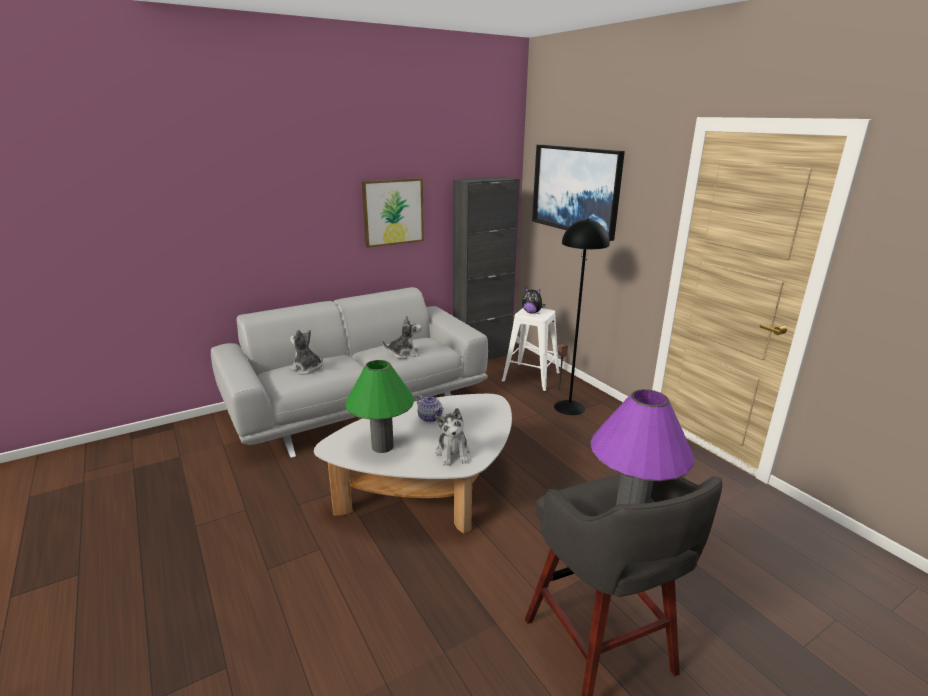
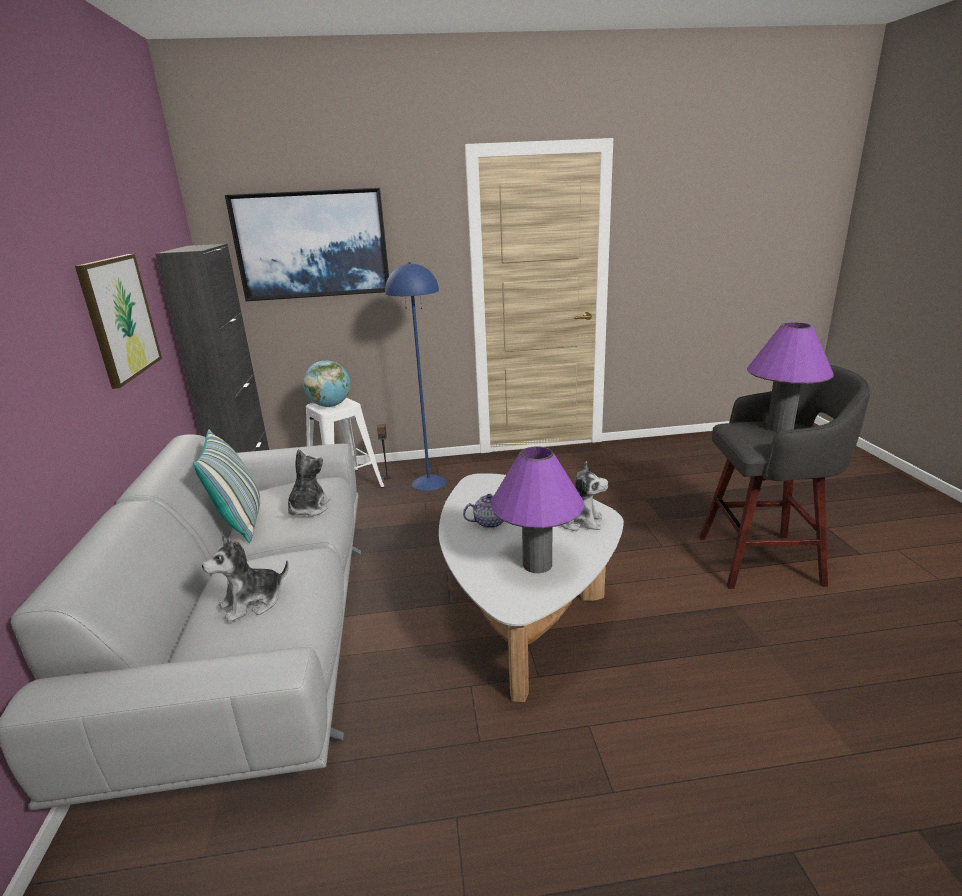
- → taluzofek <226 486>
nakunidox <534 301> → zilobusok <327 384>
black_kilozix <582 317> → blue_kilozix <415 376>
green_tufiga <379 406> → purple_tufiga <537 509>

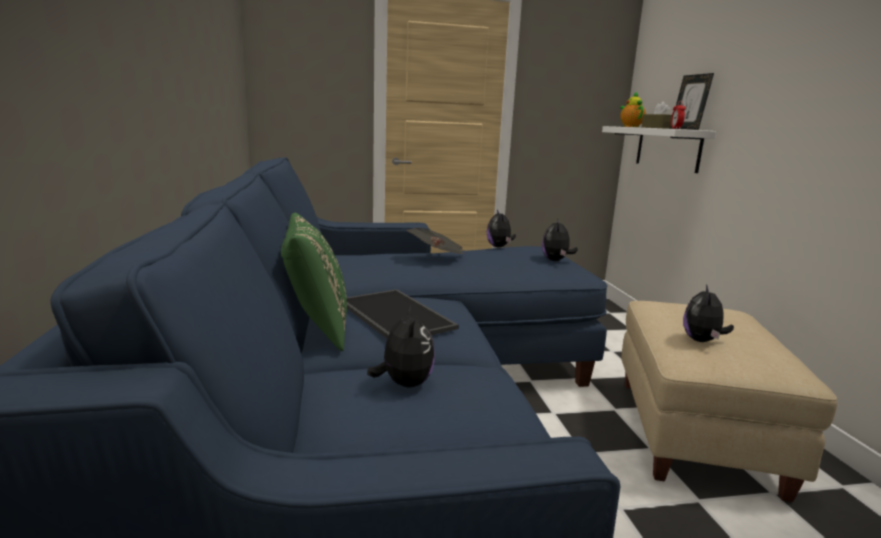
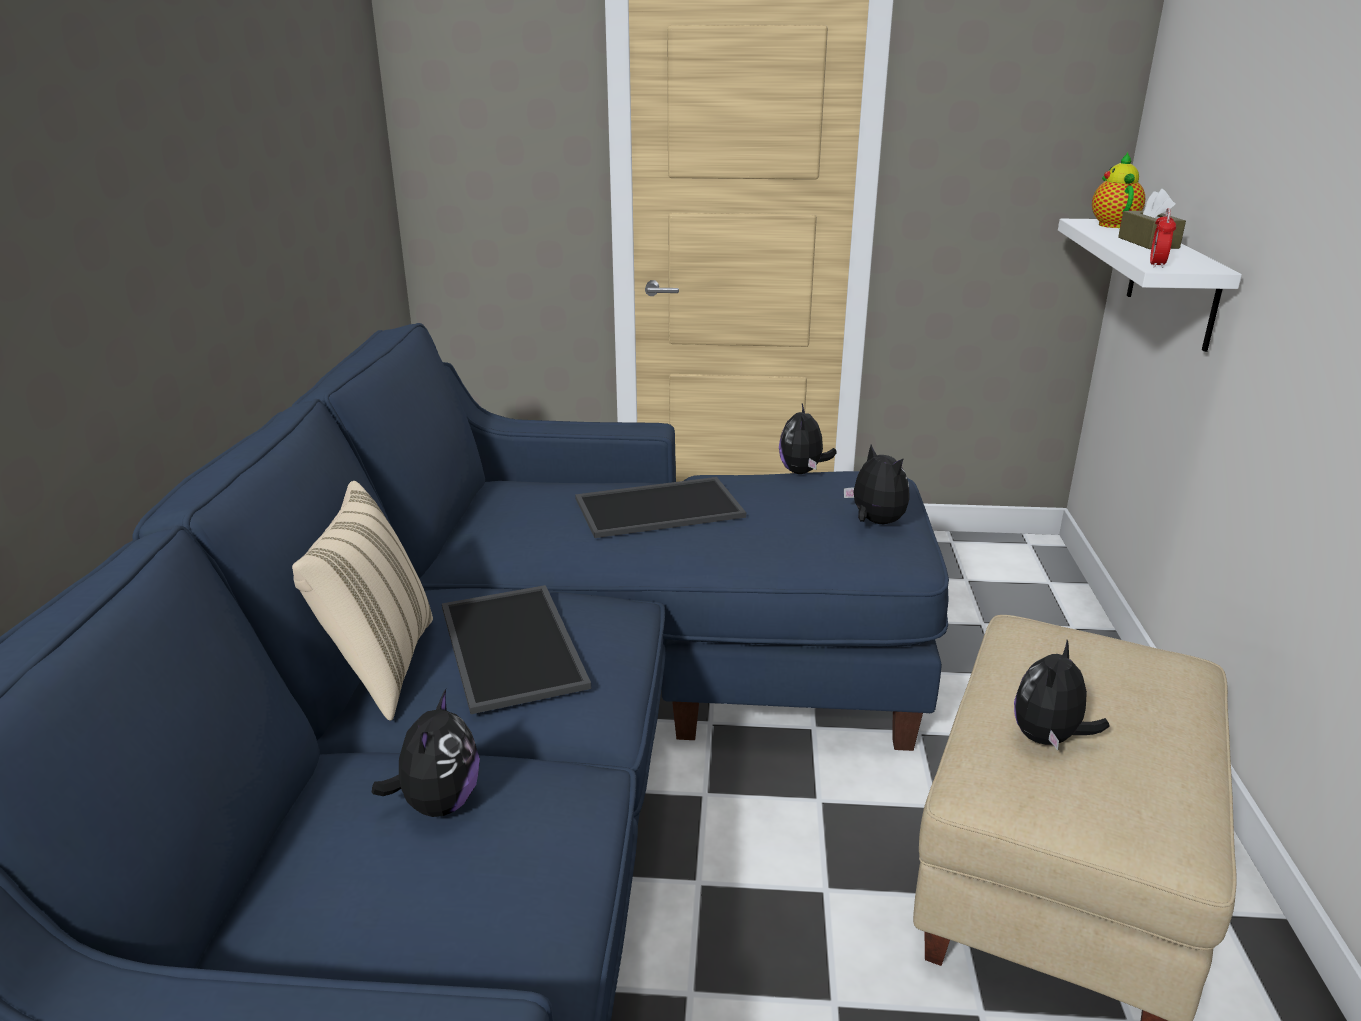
green_taluzofek <314 282> → beige_taluzofek <362 601>
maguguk <435 241> → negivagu <660 507>
nakunidox <560 239> → nakunidox <877 484>, 120 degrees clockwise
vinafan <692 101> → -

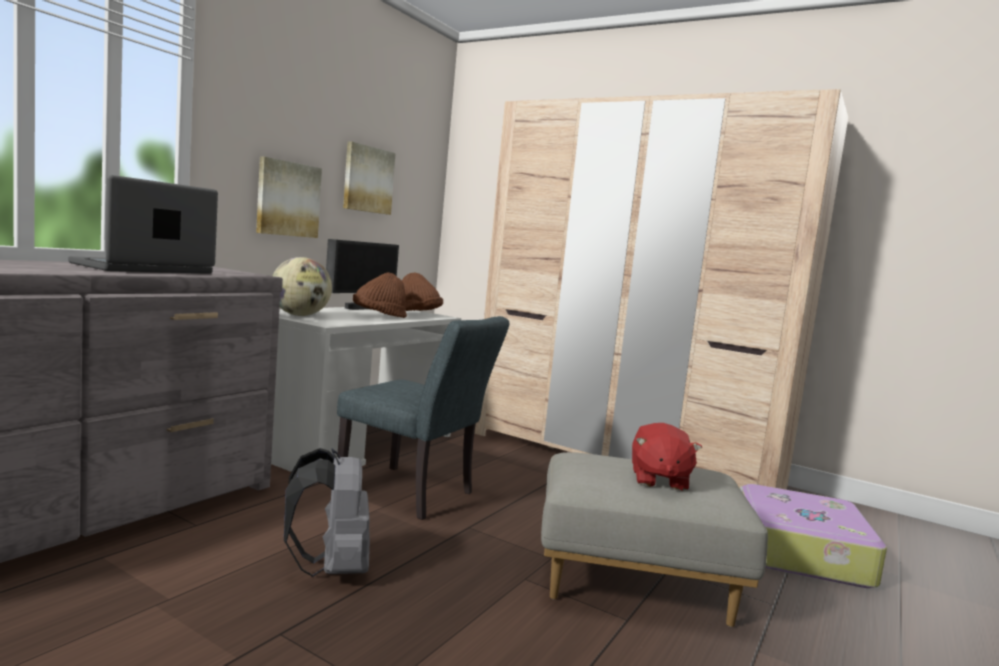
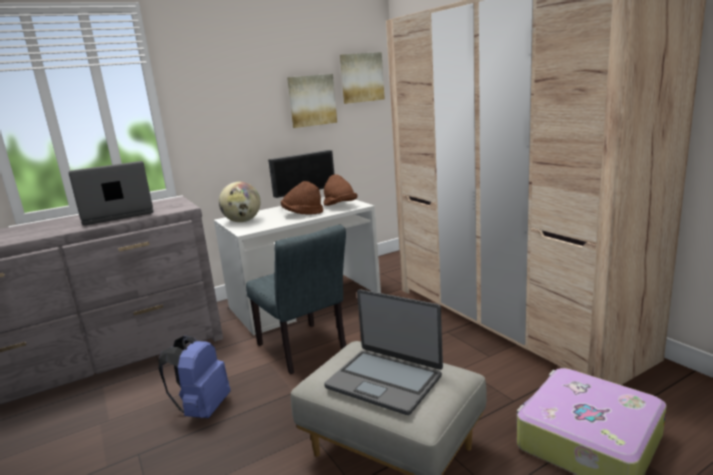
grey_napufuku <327 512> → blue_napufuku <194 377>
red_nakunidox <667 457> → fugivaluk <383 352>
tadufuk <289 197> → tadufuk <362 78>, relocated

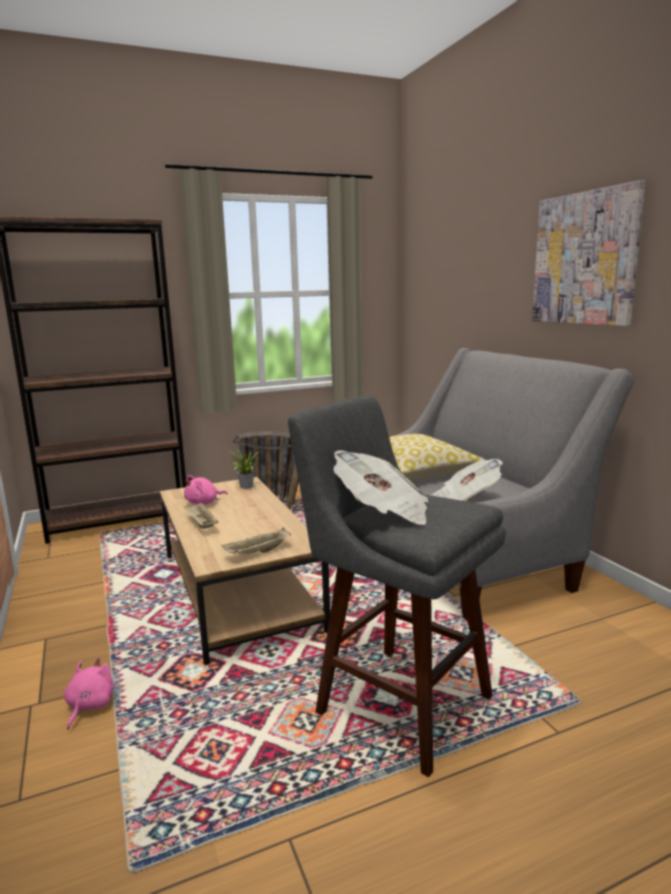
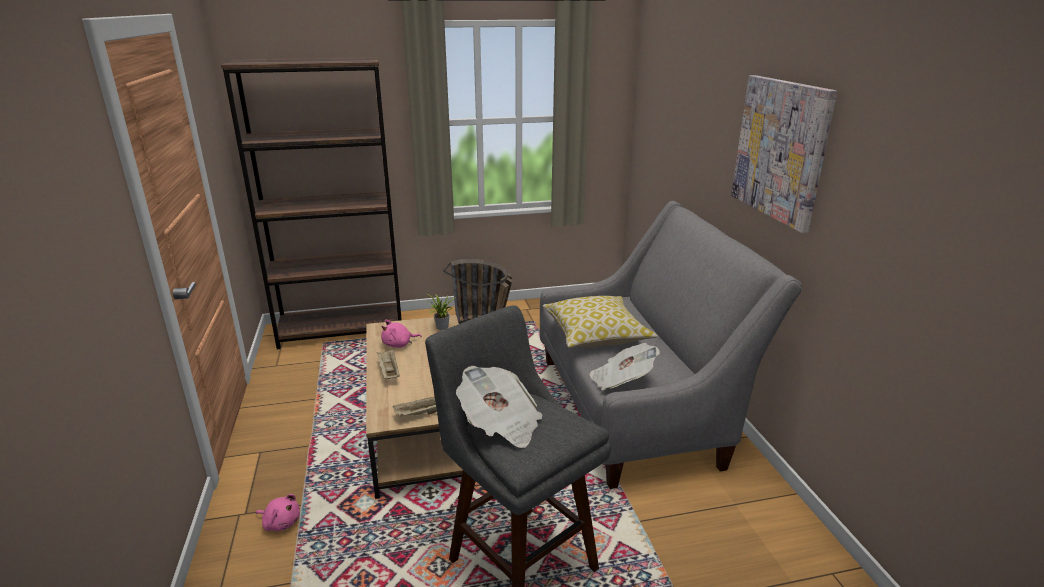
pink_nakunidox <89 694> → pink_nakunidox <278 512>, 90 degrees clockwise

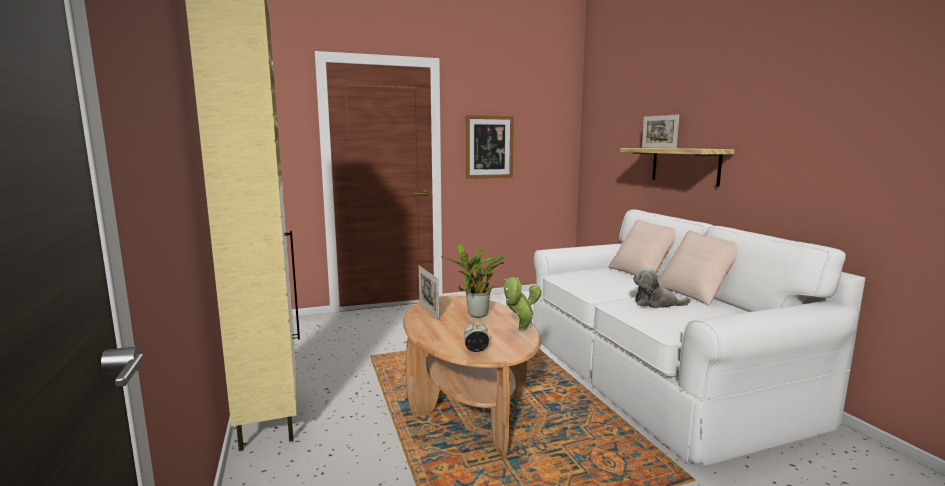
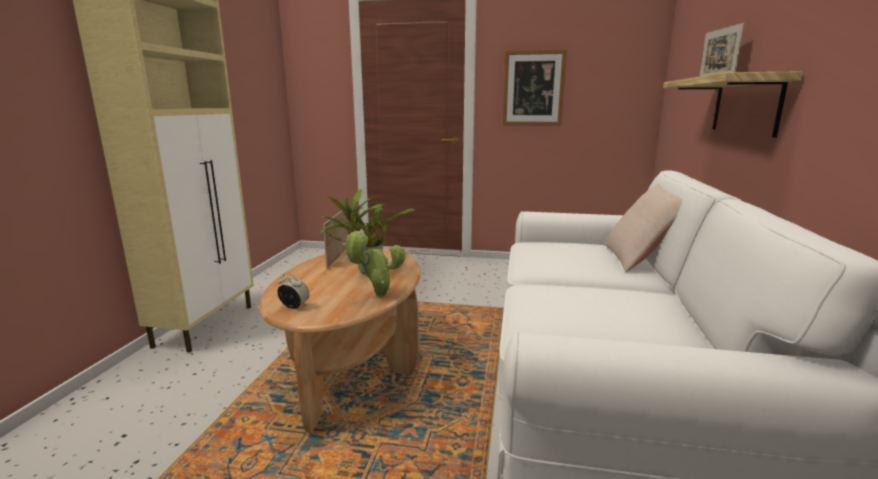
nakunidox <662 288> → -
beige_taluzofek <697 268> → -

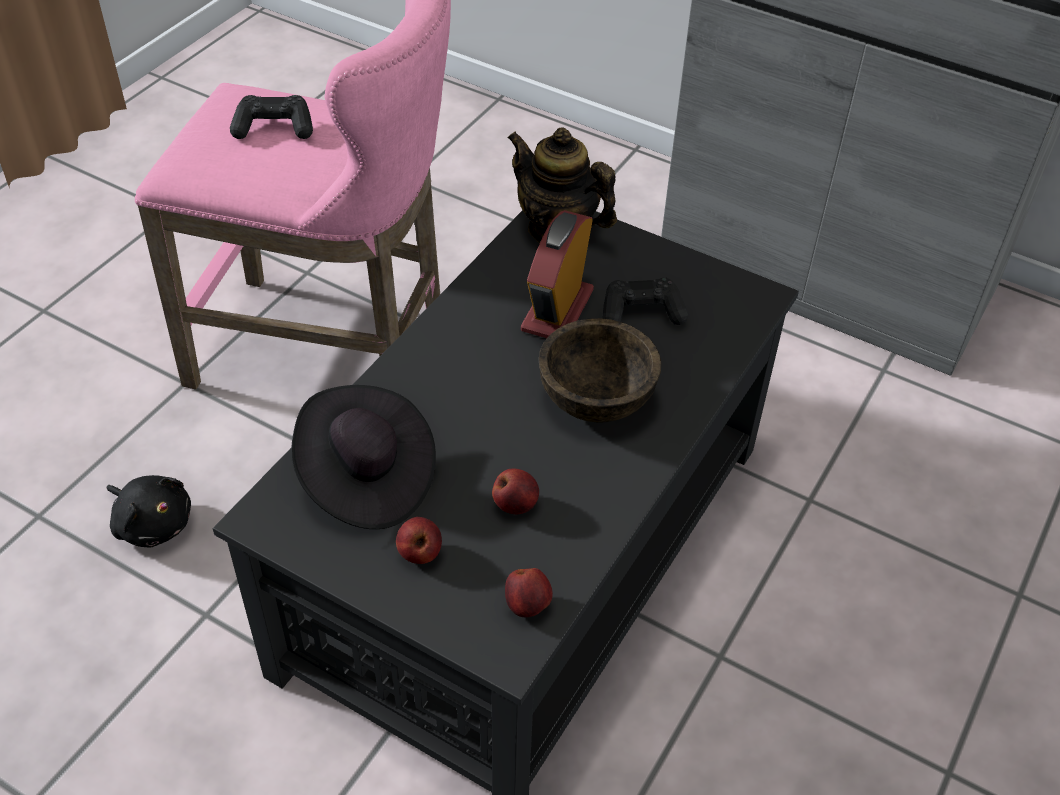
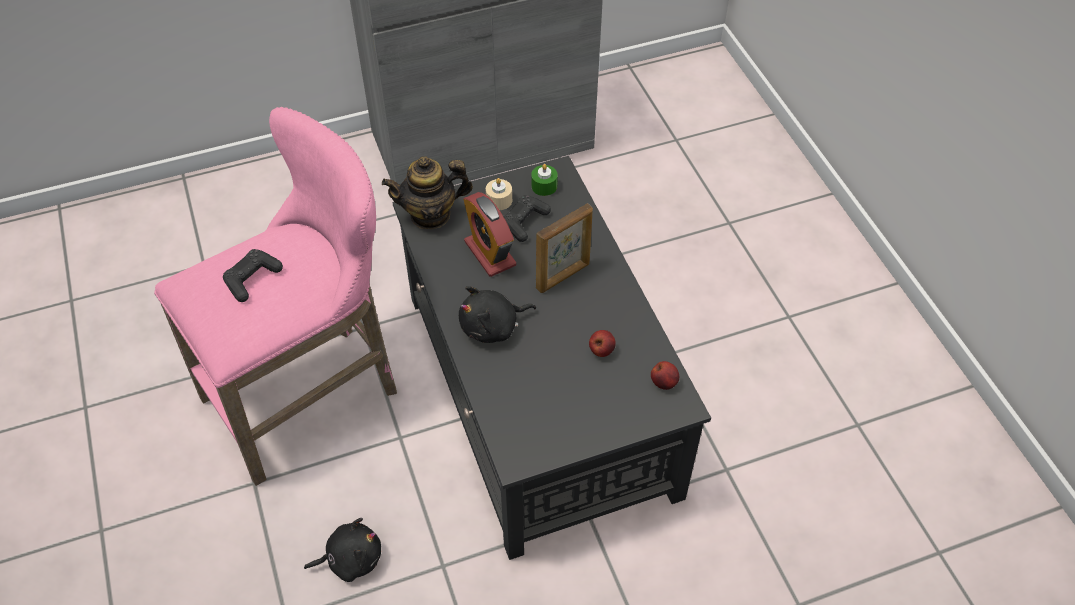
- → black_nakunidox <497 314>
- → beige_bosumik <499 194>
- → green_bosumik <544 180>
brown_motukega <600 370> → vinafan <564 248>
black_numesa <363 457> → -
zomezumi <419 540> → -

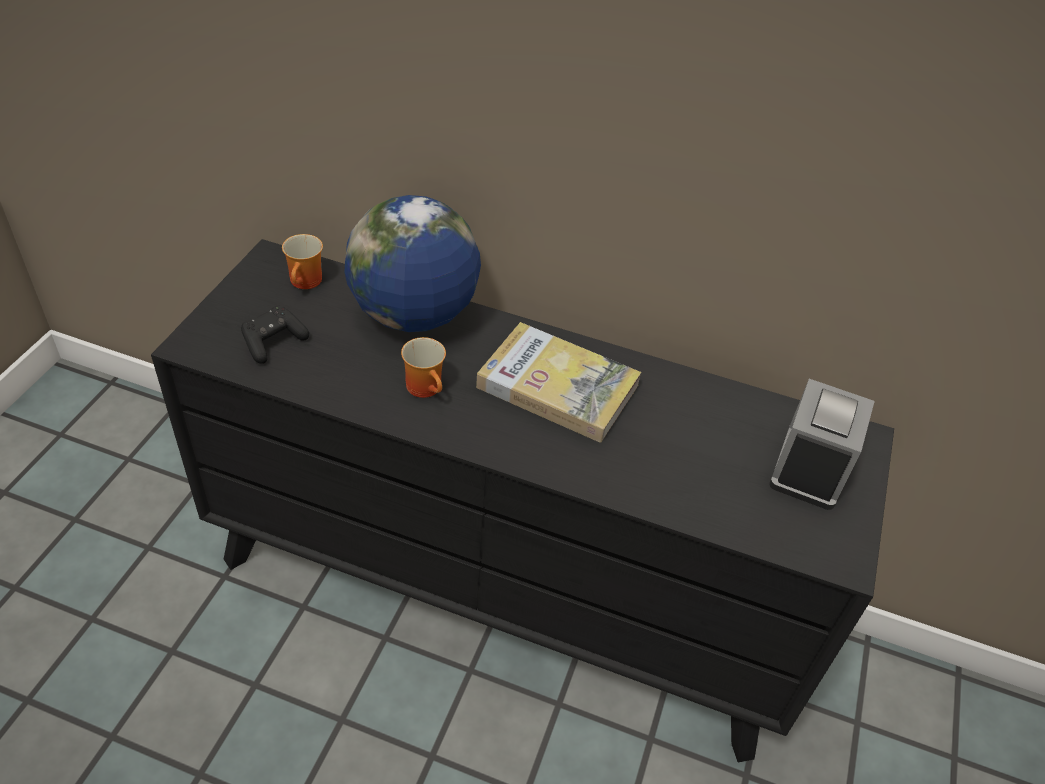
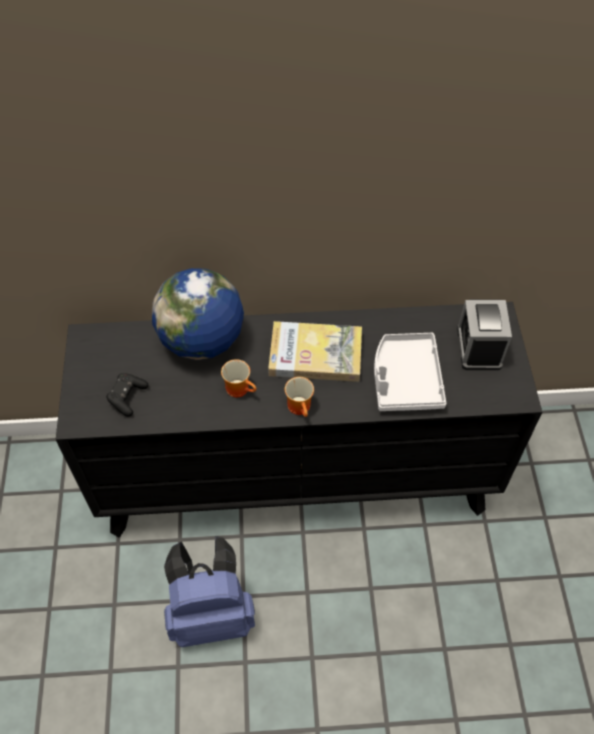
- → blue_napufuku <209 591>
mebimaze <302 261> → mebimaze <299 397>, relocated
- → white_negivagu <410 372>

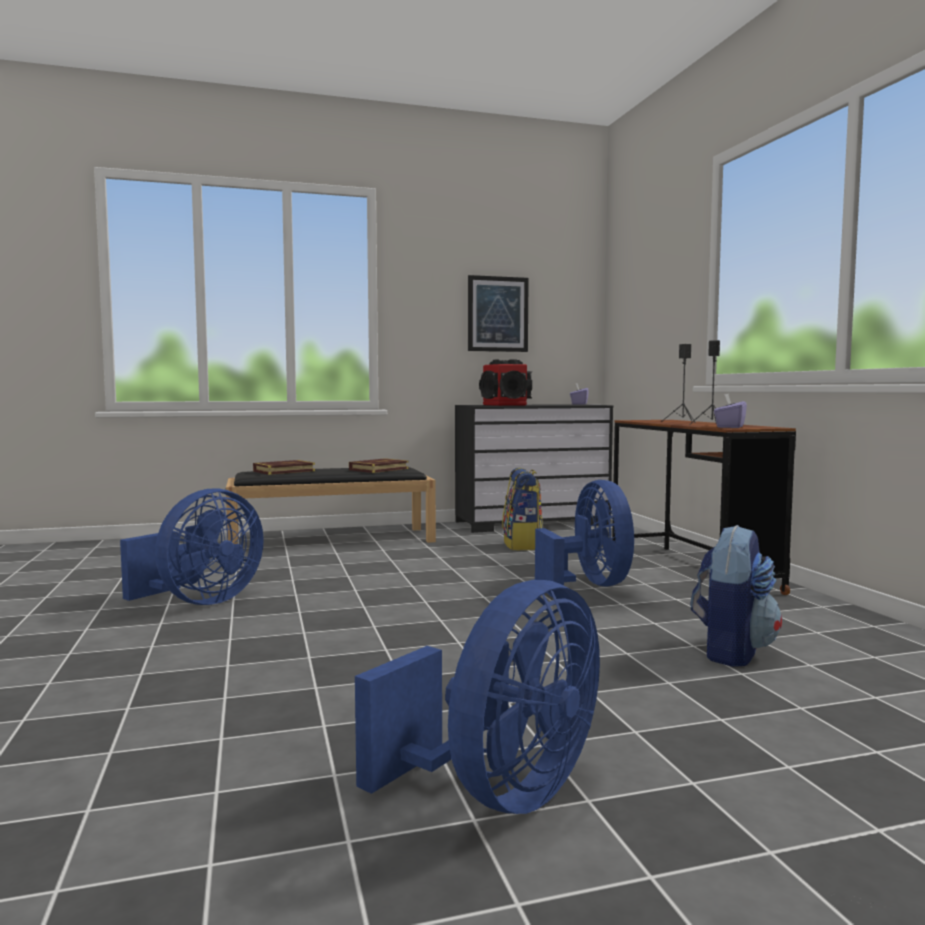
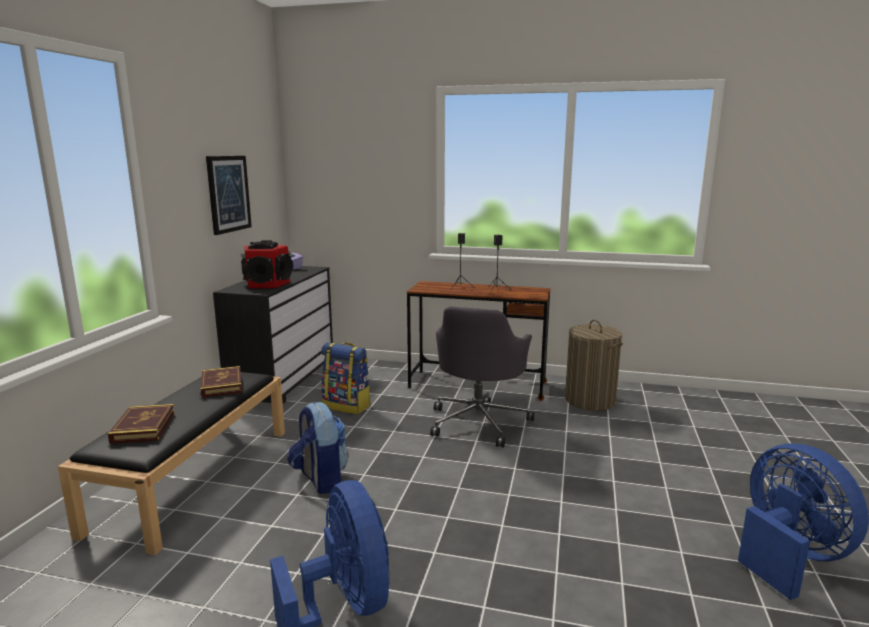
napufuku <736 596> → napufuku <317 448>, relocated
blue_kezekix <584 539> → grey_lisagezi <482 376>
- → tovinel <594 365>
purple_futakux <730 411> → -

